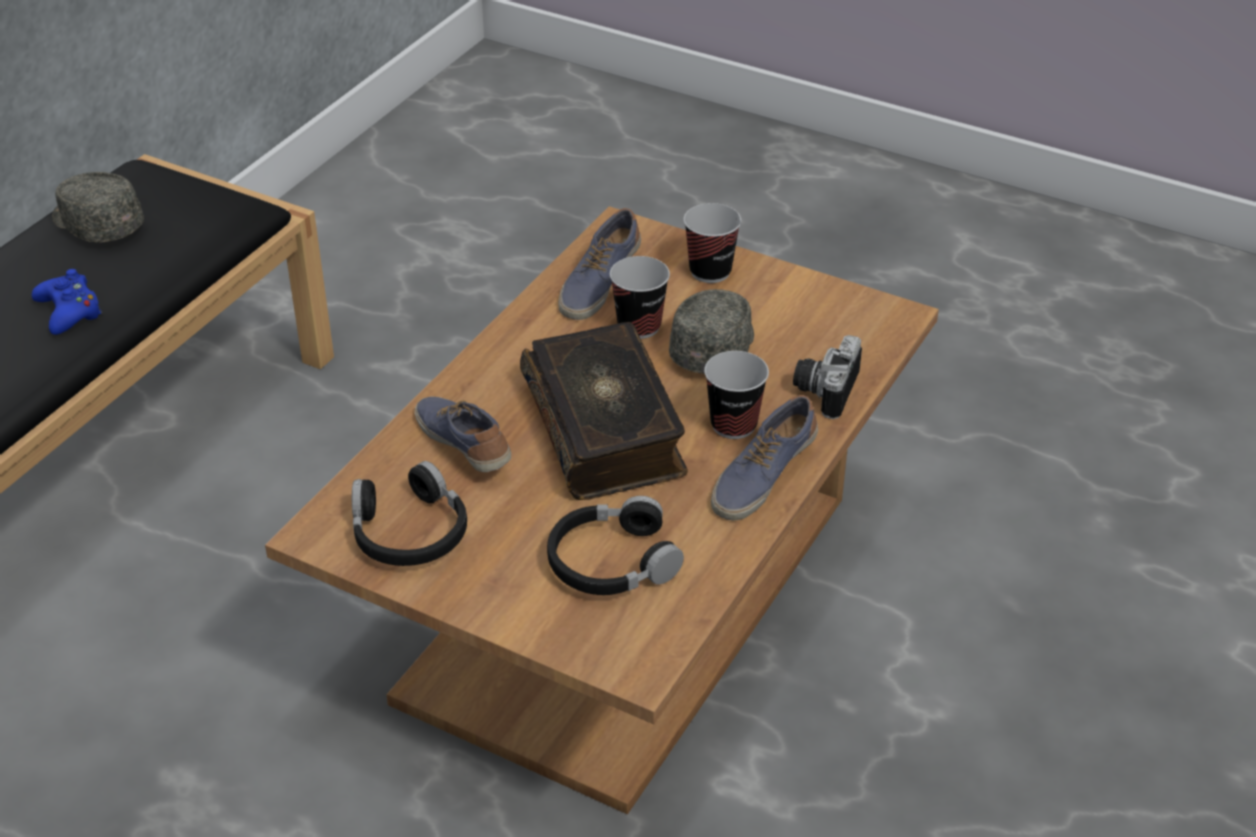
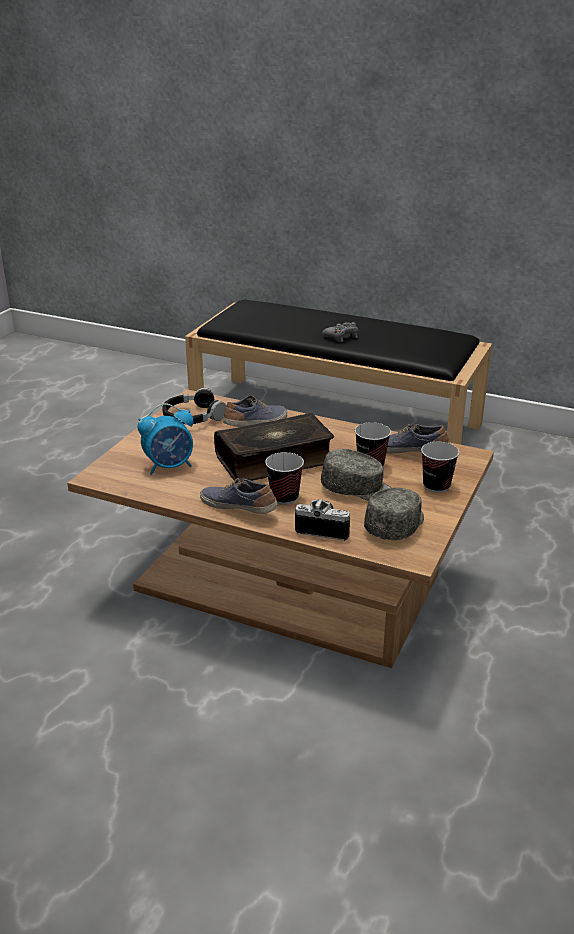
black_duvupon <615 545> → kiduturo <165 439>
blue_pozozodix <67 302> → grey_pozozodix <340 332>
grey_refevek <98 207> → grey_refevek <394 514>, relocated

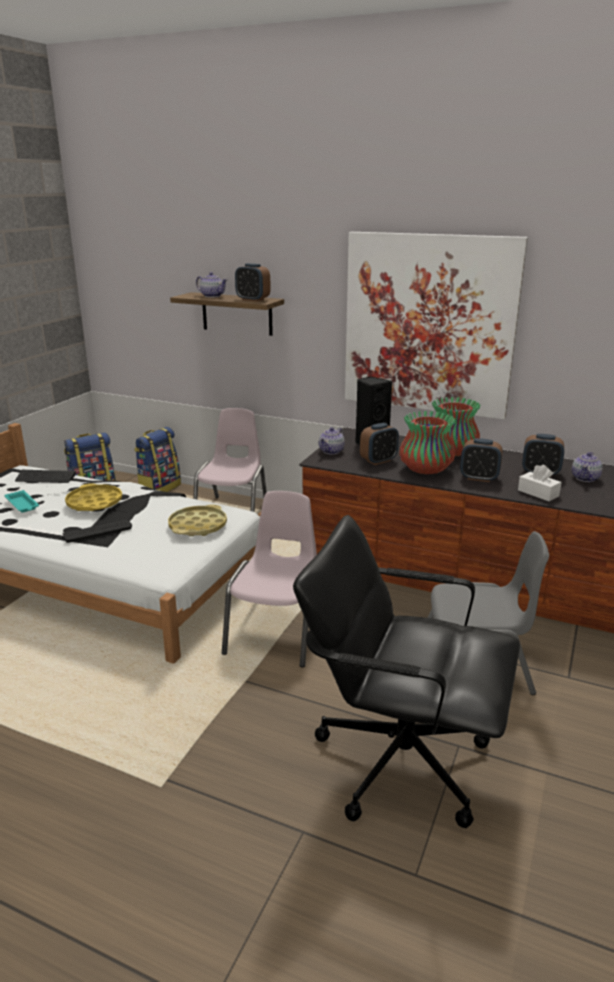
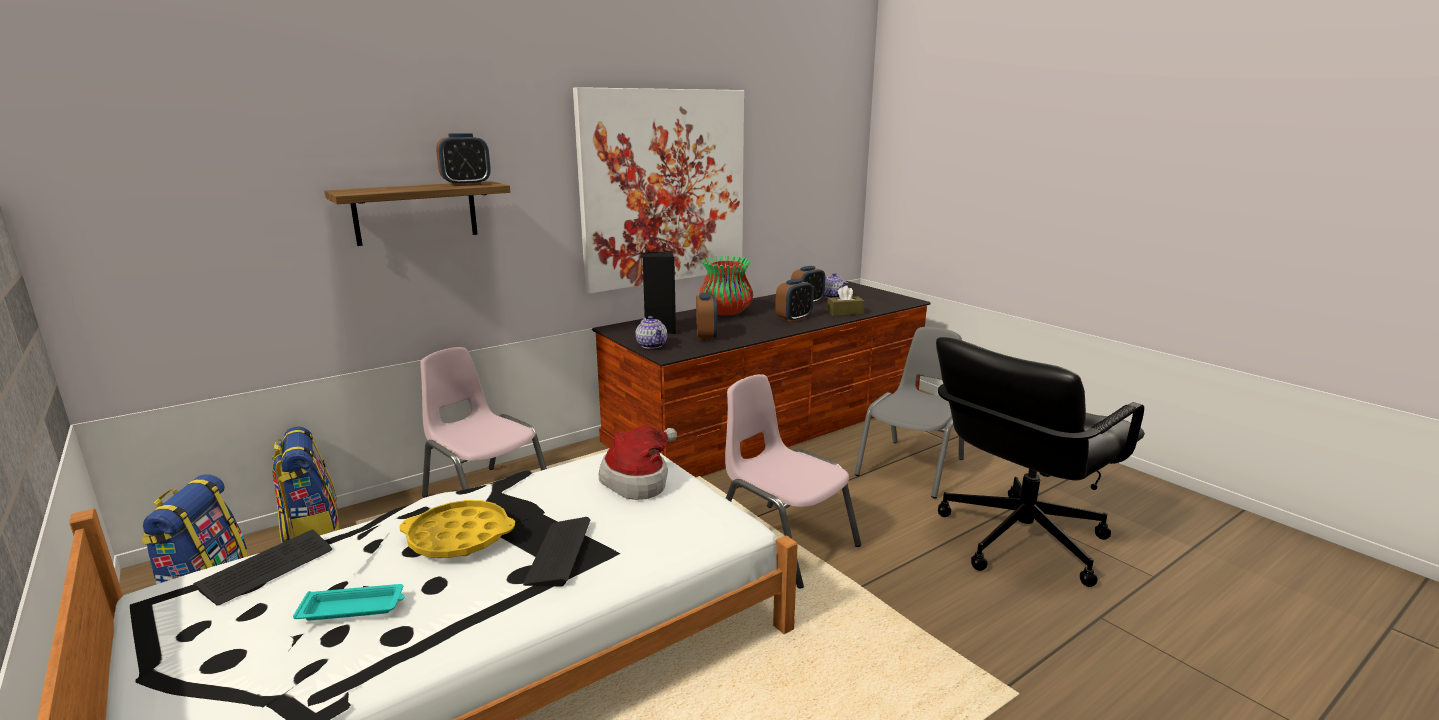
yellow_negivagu <197 520> → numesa <638 462>
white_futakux <540 482> → brown_futakux <845 300>
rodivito <212 285> → -
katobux <427 442> → -

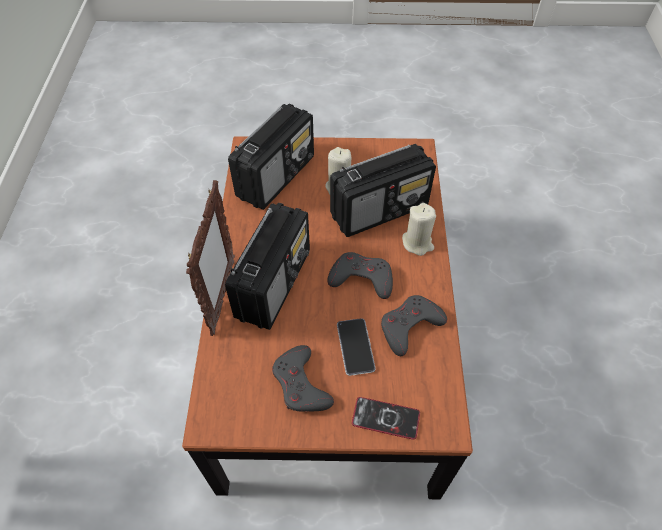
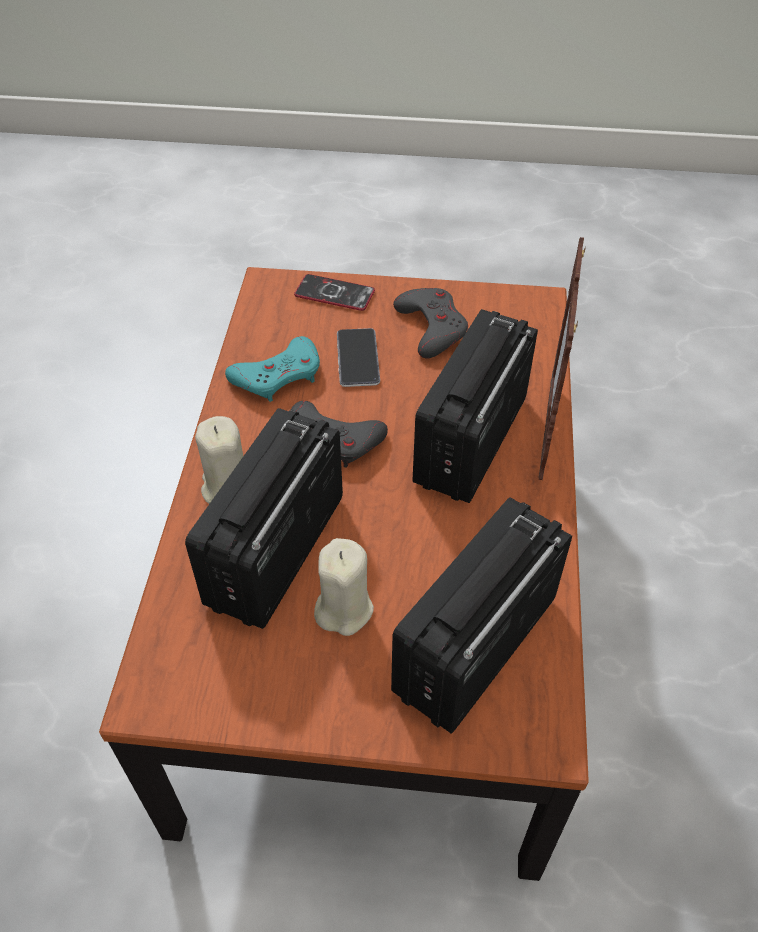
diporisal <383 190> → diporisal <264 518>, 45 degrees counterclockwise
grey_pozozodix <414 325> → turquoise_pozozodix <272 369>

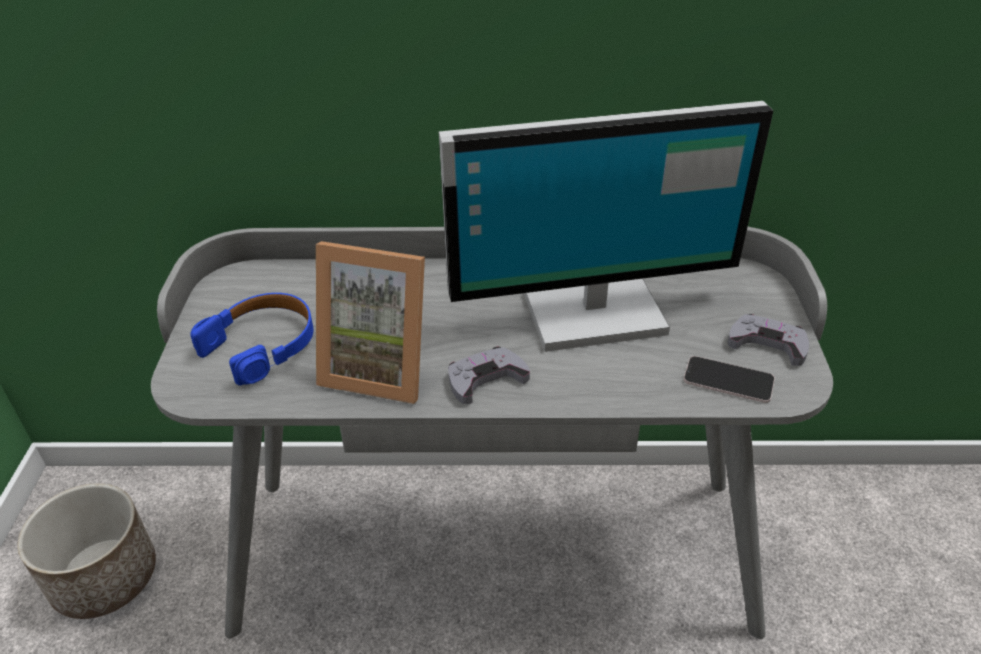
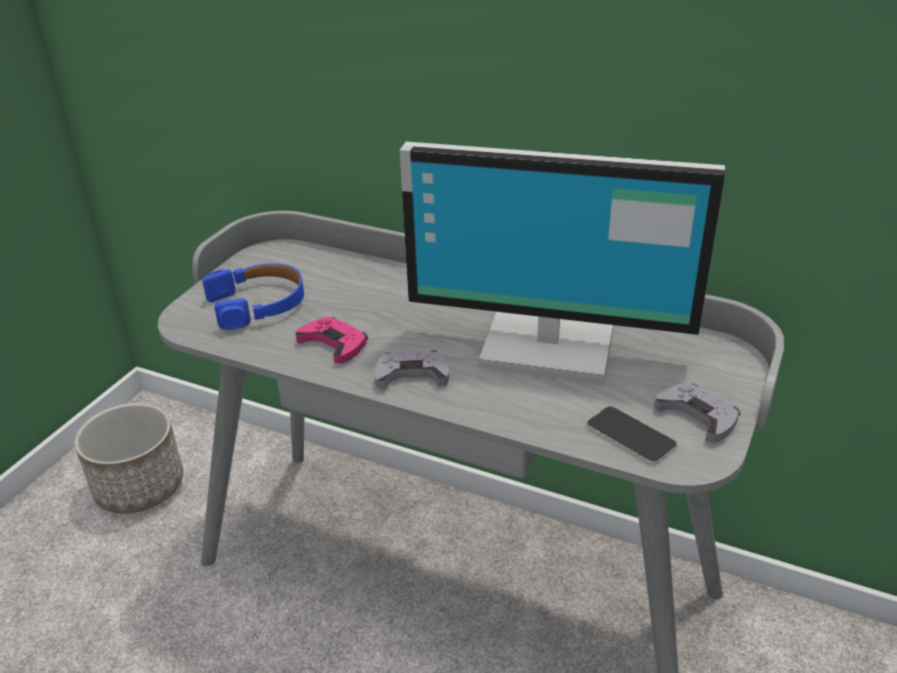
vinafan <370 322> → pink_pozozodix <331 340>

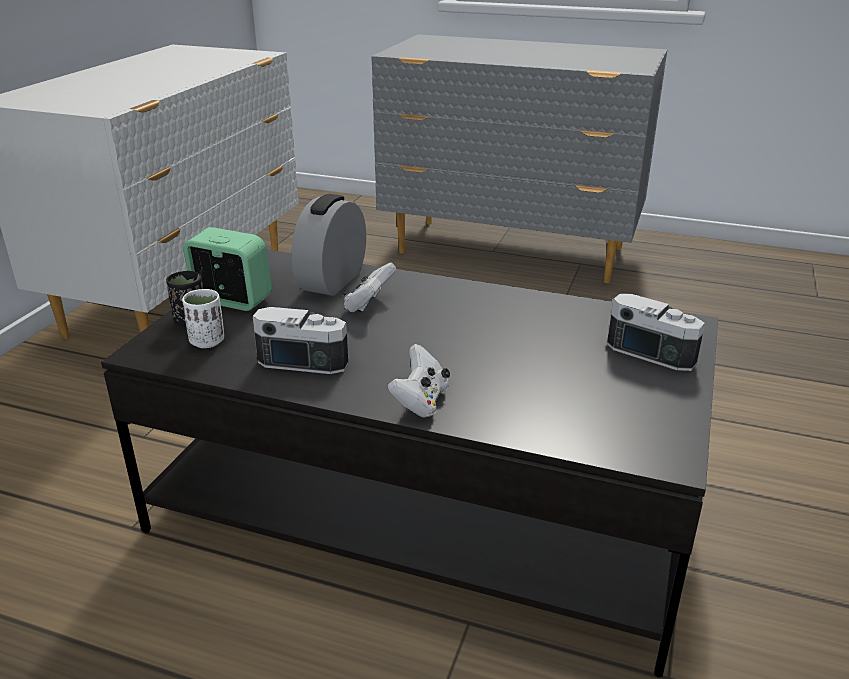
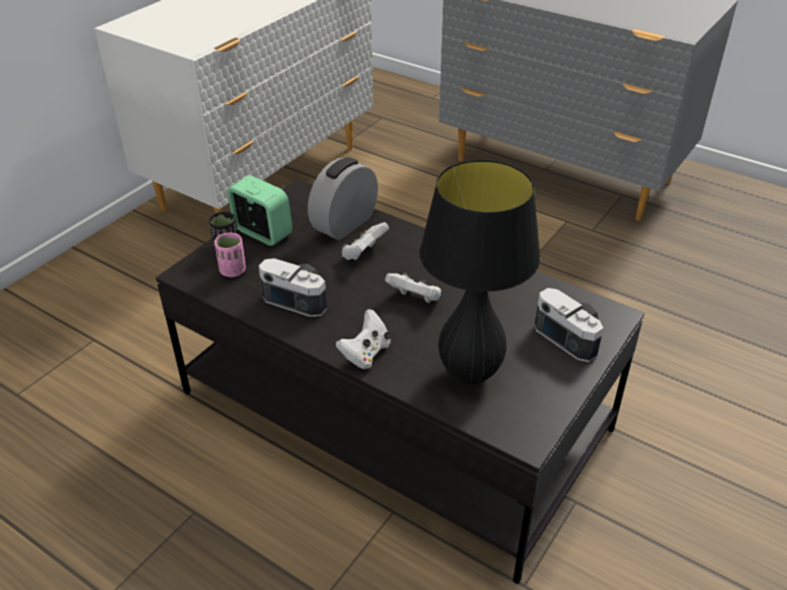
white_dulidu <203 318> → pink_dulidu <230 255>
- → white_pozozodix <413 287>
- → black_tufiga <480 272>

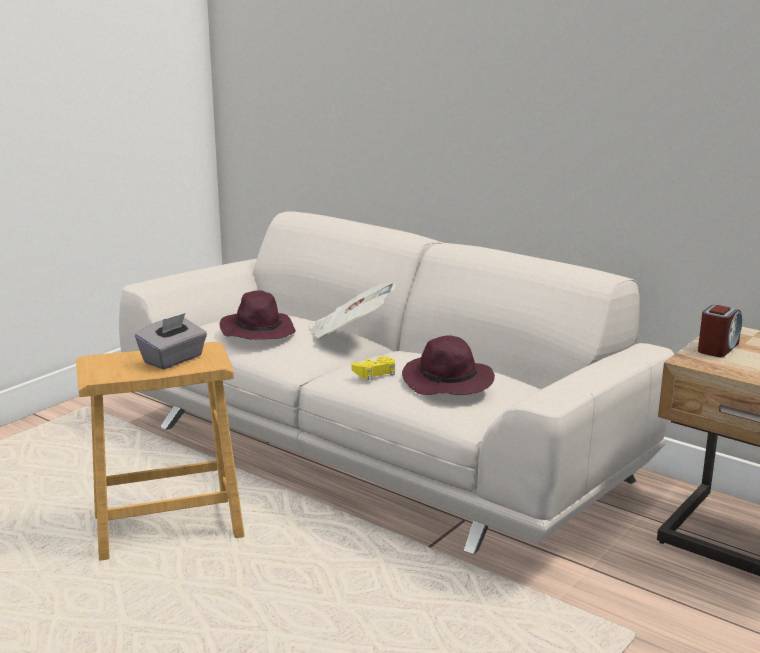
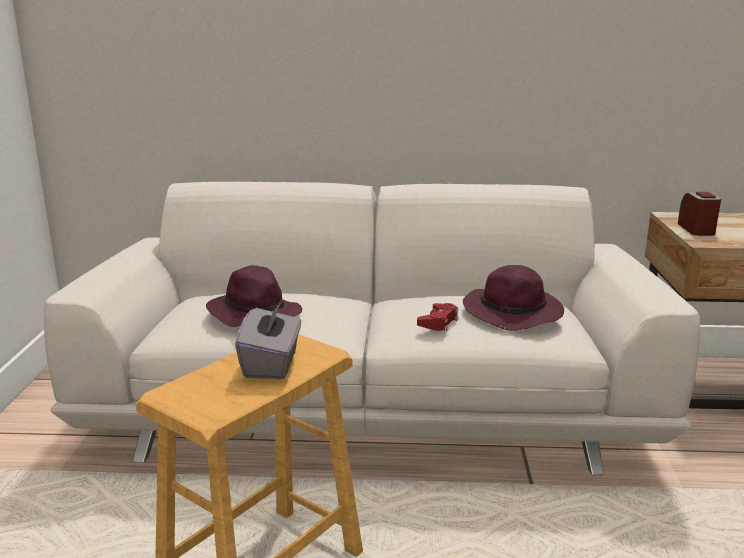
yellow_pozozodix <373 368> → red_pozozodix <437 317>
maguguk <352 310> → -

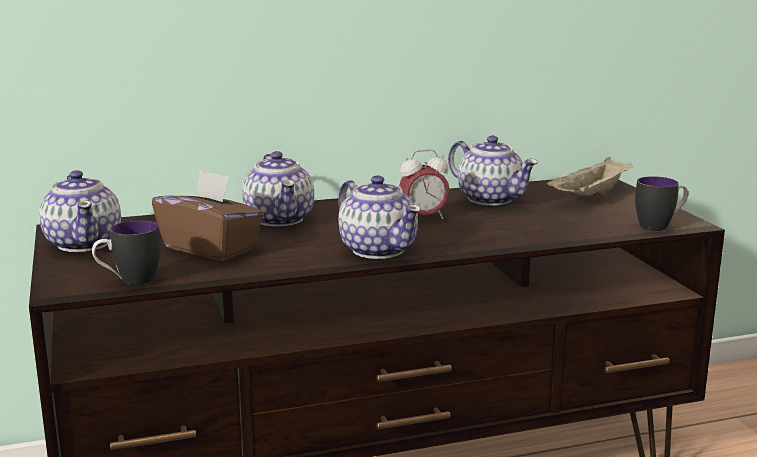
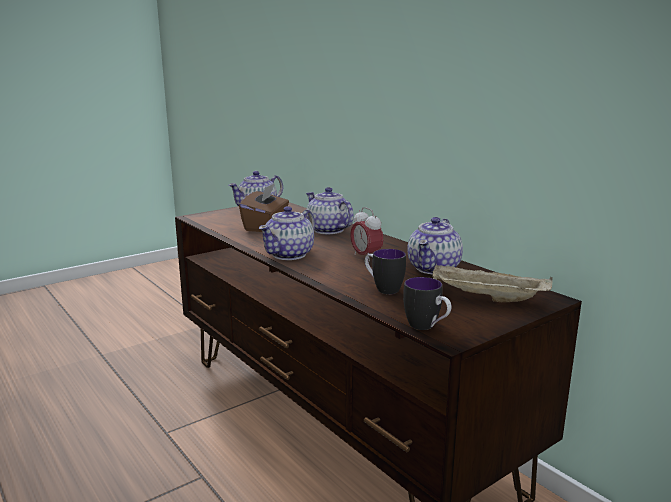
rodivito <278 188> → rodivito <330 210>, 90 degrees clockwise
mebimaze <126 252> → mebimaze <385 271>, relocated

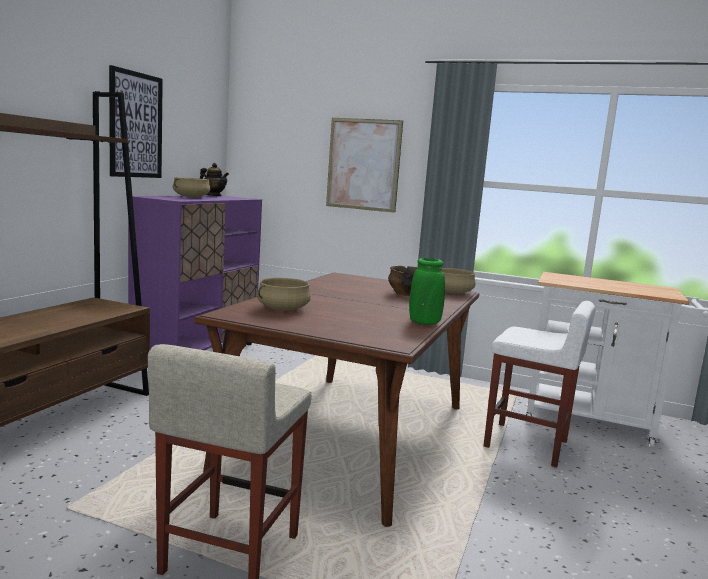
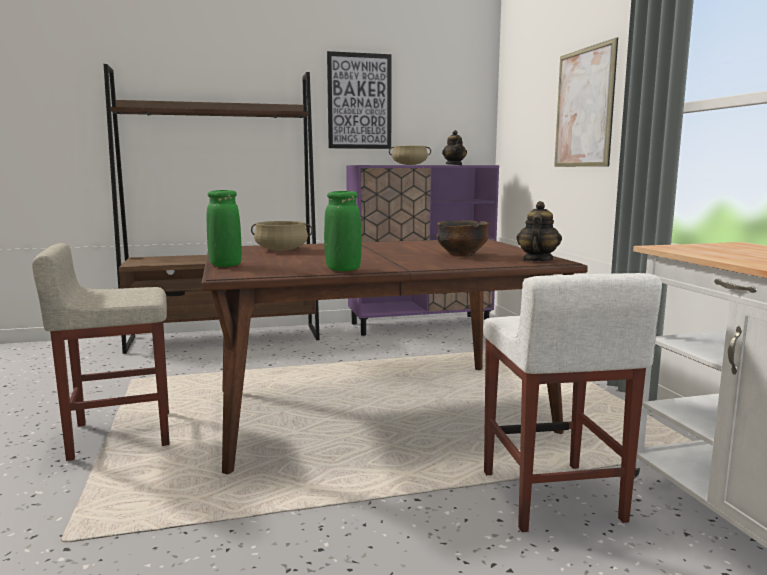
- → green_katobux <224 228>
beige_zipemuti <458 281> → rodivito <539 231>

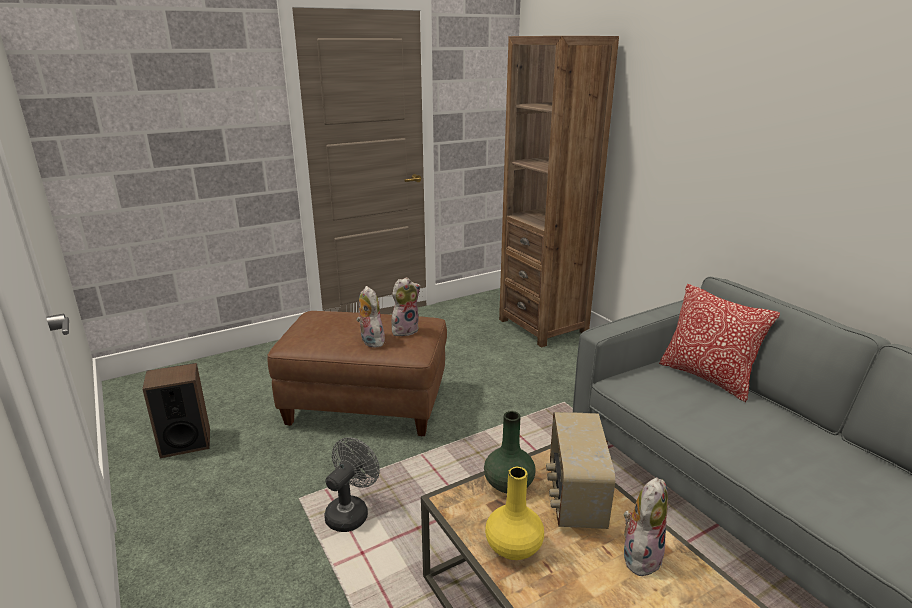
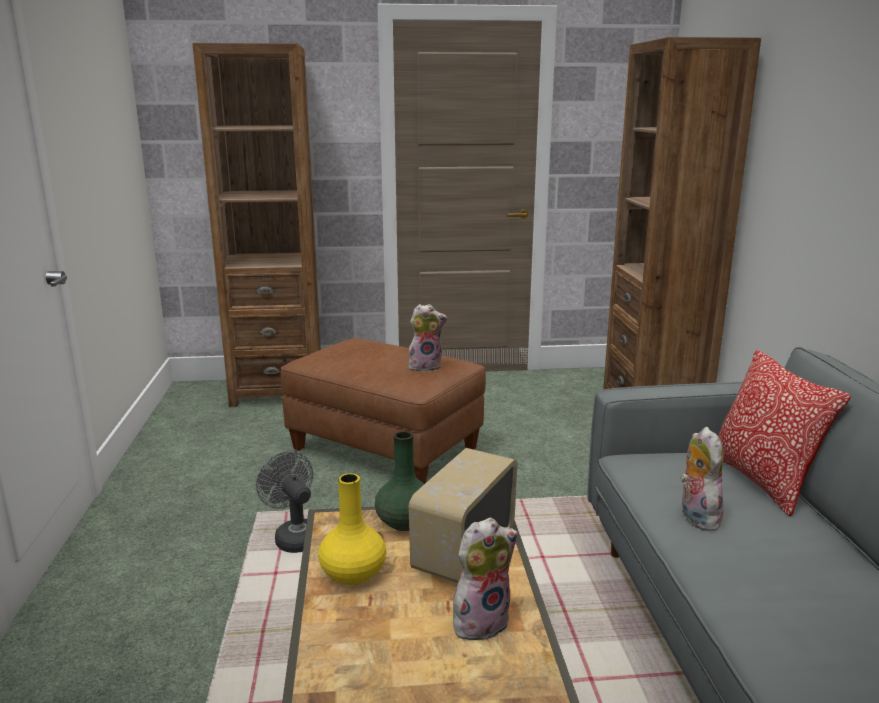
- → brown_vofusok <256 225>
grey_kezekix <352 484> → grey_kezekix <284 502>, 90 degrees counterclockwise
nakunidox <370 317> → nakunidox <702 479>, relocated
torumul <176 410> → -

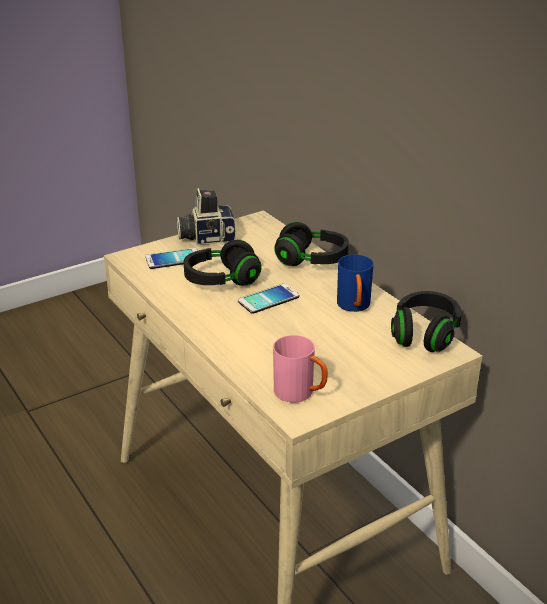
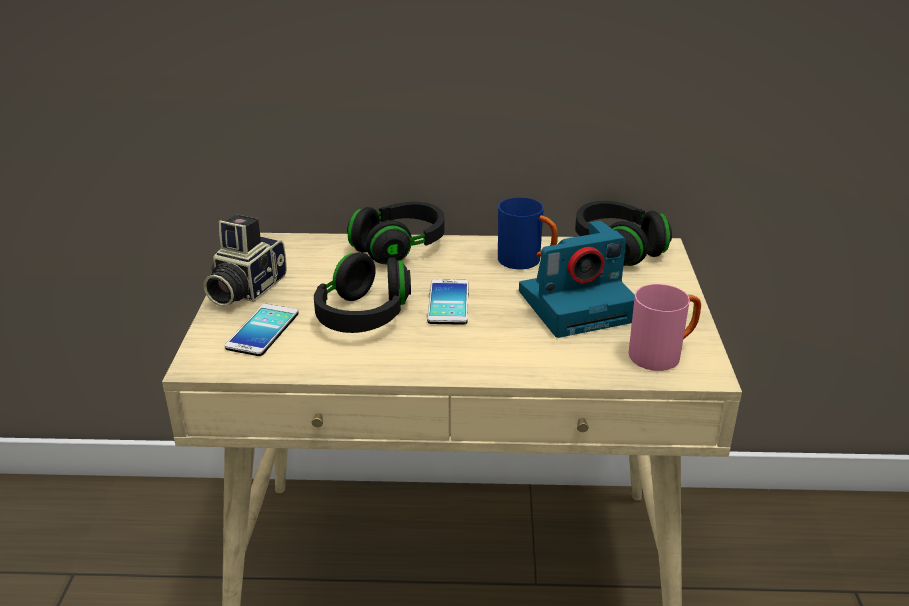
- → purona <577 279>

